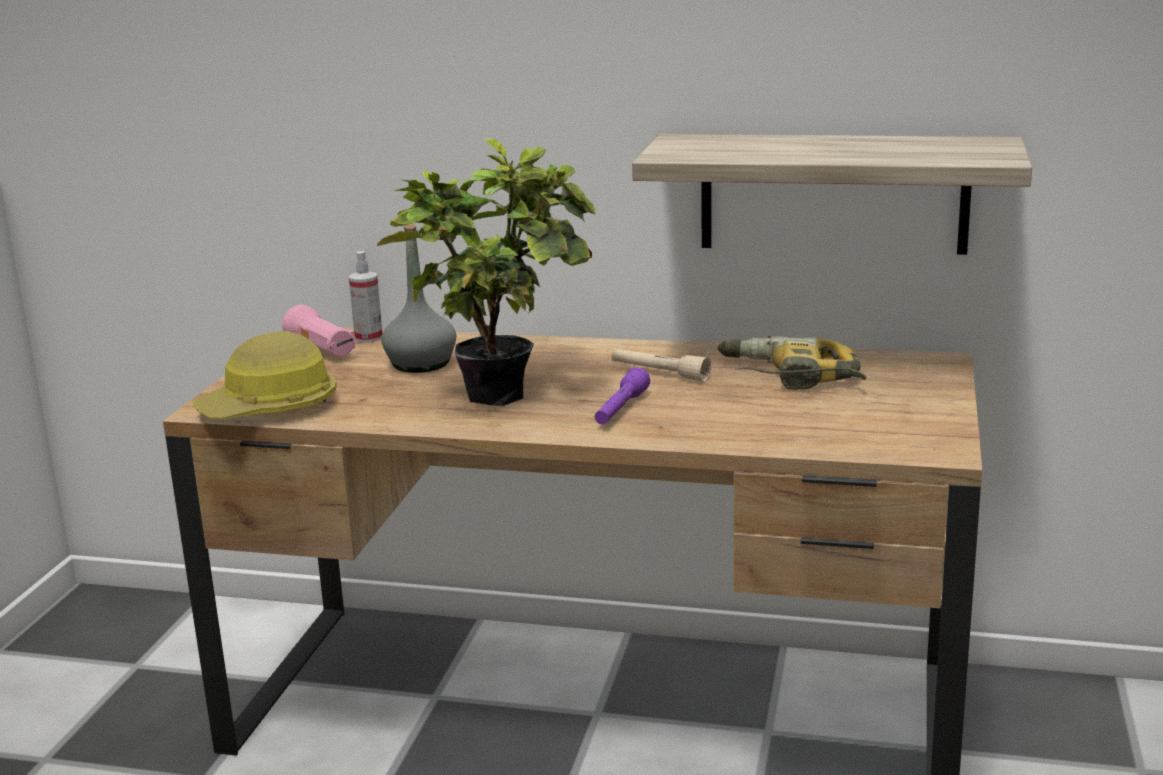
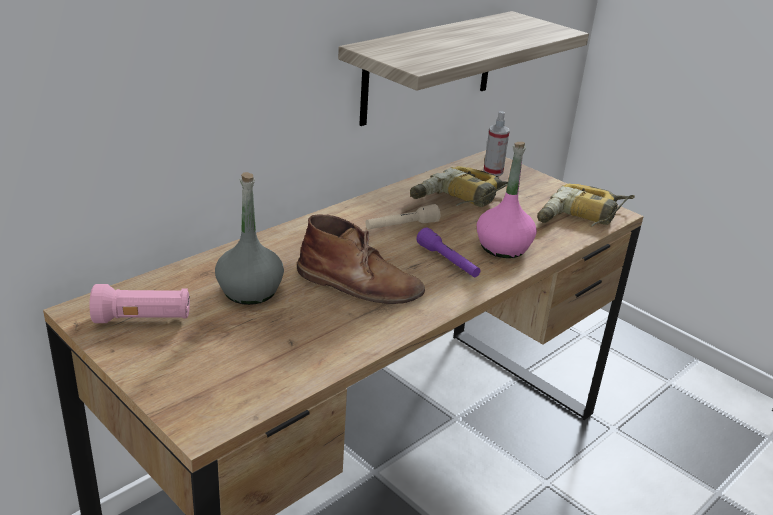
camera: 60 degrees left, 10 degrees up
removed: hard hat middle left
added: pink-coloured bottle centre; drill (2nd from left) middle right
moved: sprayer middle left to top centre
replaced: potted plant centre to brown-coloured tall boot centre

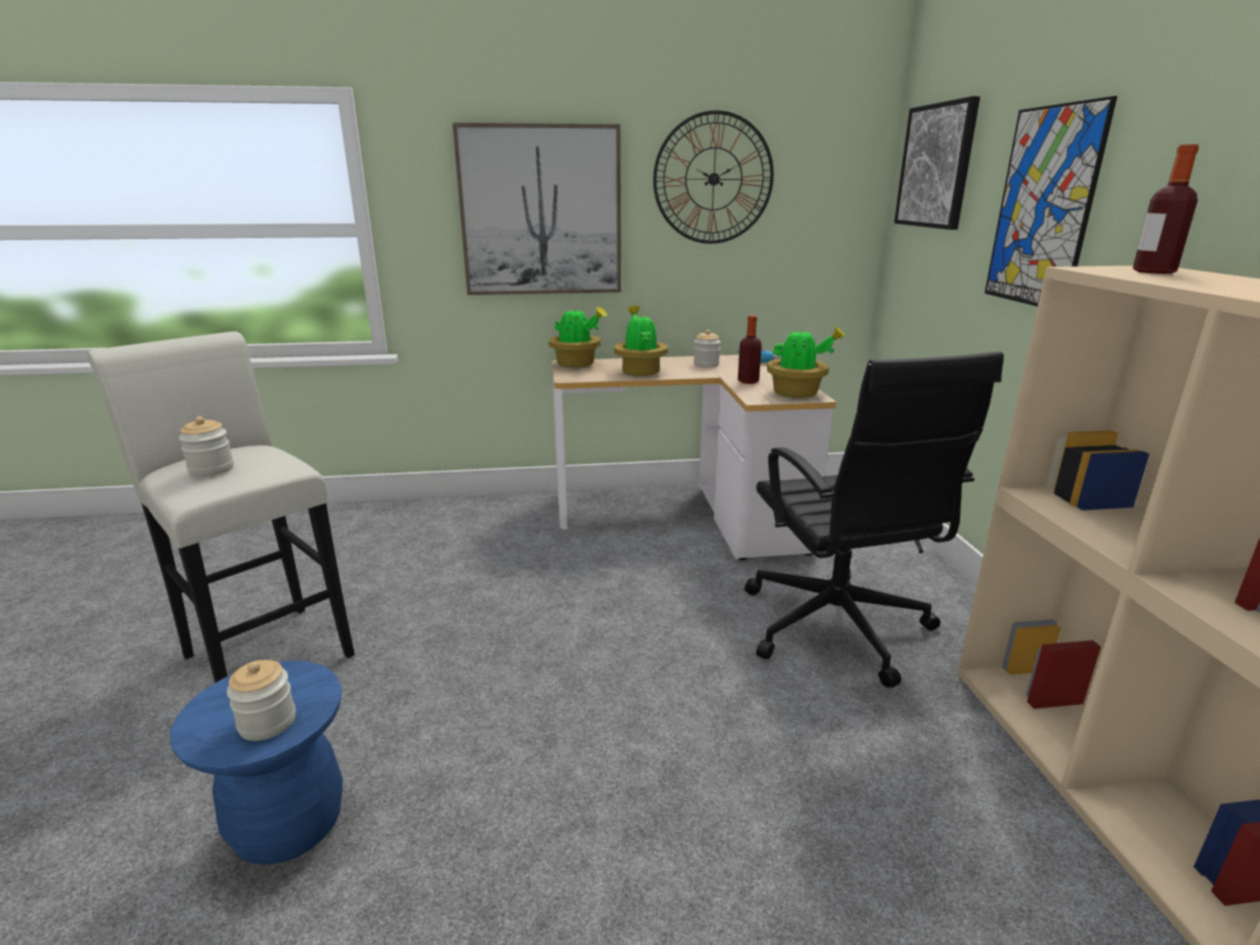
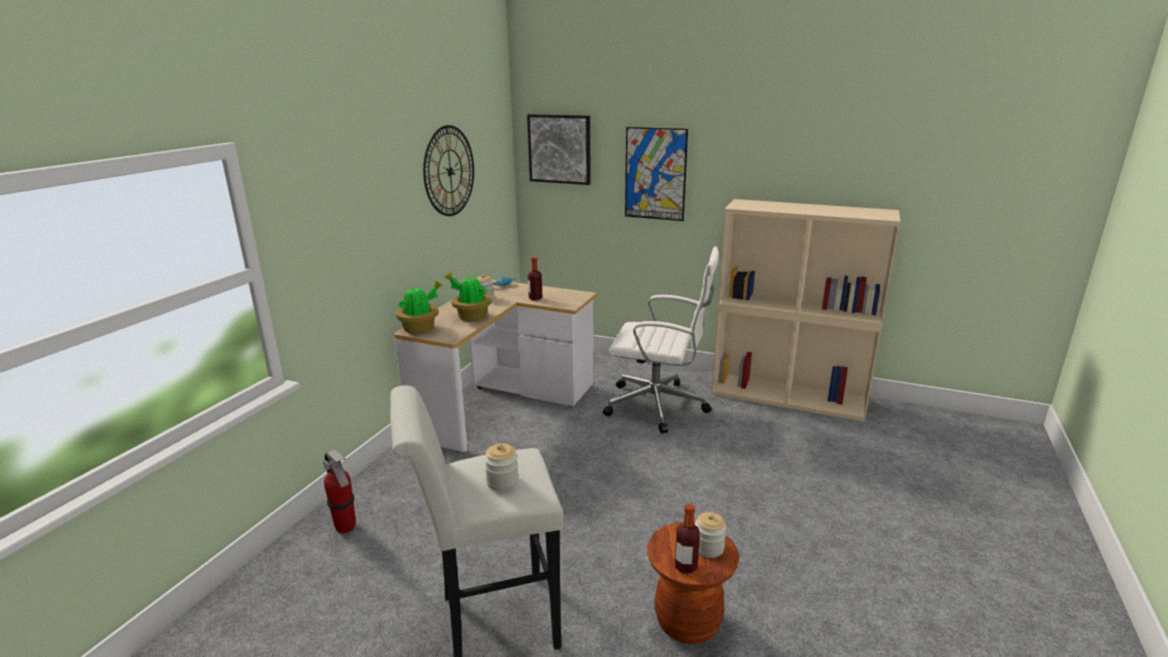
camera: 60 degrees left, 0 degrees up
removed: picture (1st from left) top centre; potted plant (3rd from left) centre
added: fire extinguisher bottom left
moved: bottle (2nd from left) top right to bottom centre
recoloured: blue sitting stool bottom left to brown-coloured sitting stool bottom centre; black-coloured computer chair middle right to white computer chair centre

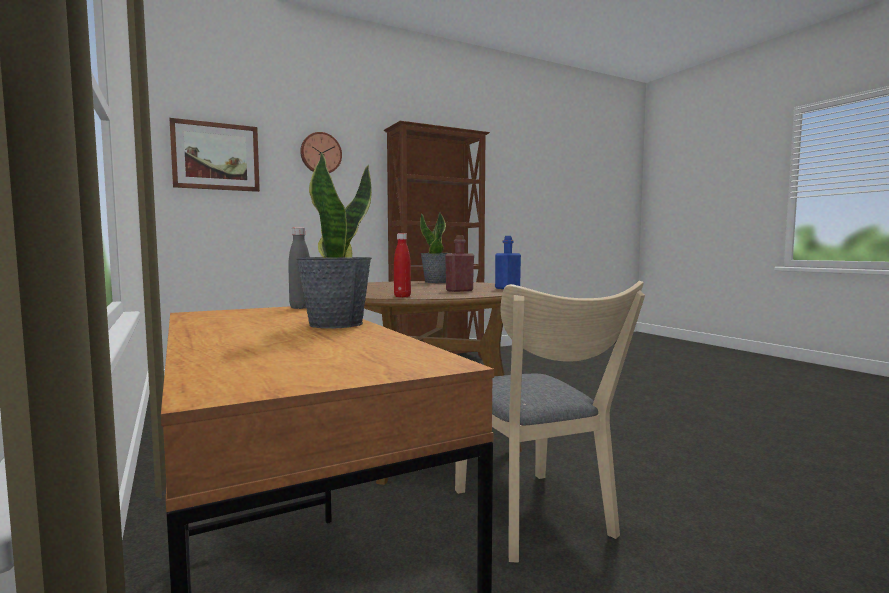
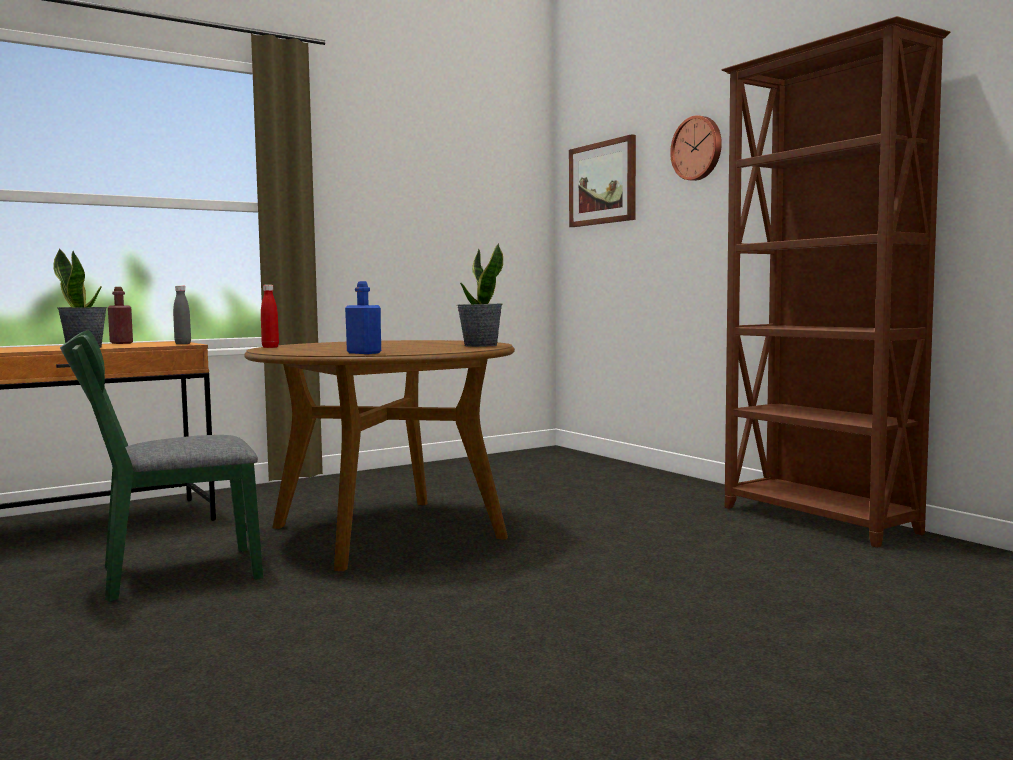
camera: 85 degrees right, 0 degrees up
moved: red-coloured bottle (2nd from left in the first image) centre to red-coloured bottle (1st from left) middle left
recoloured: beige plain chair bottom centre to green-coloured plain chair middle left

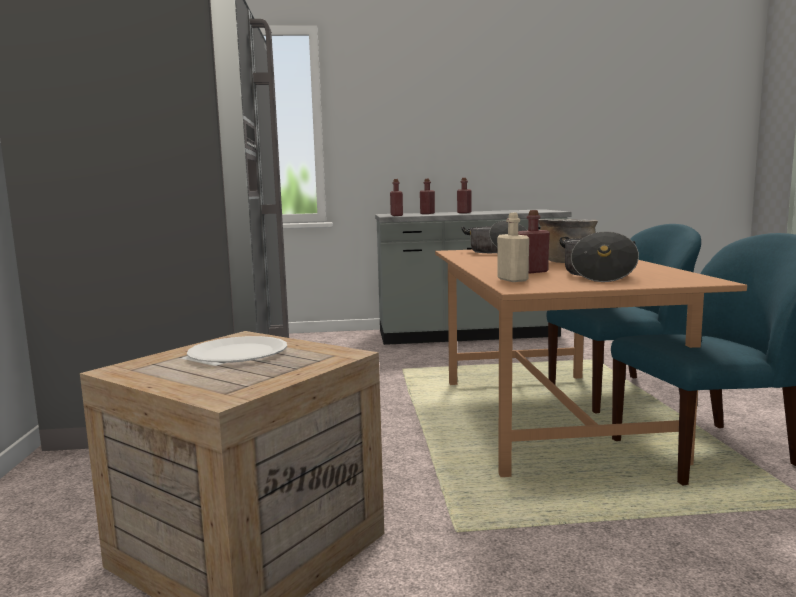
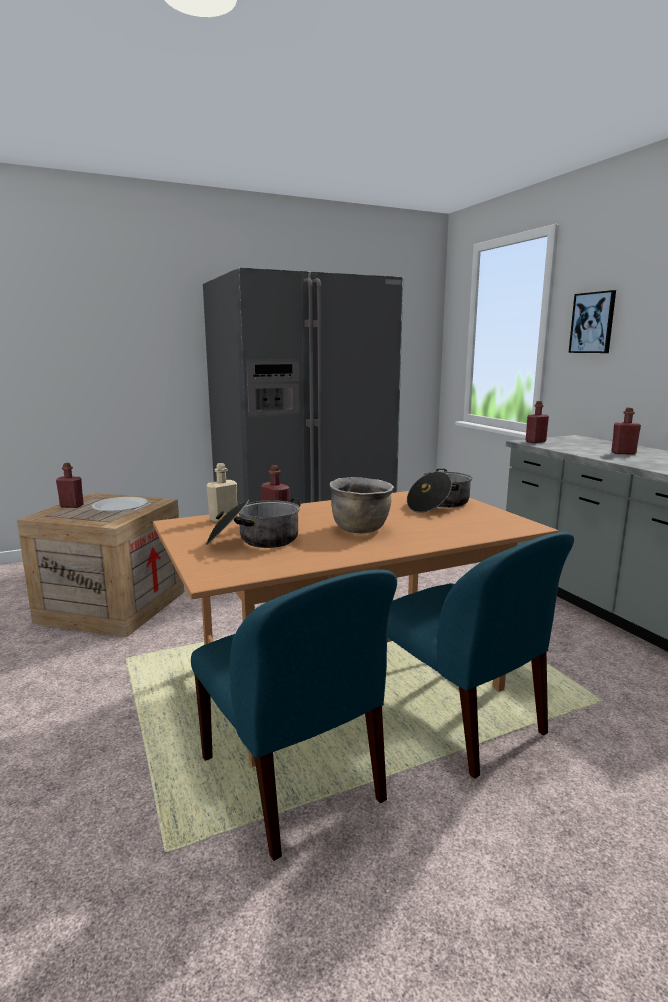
camera: 70 degrees right, 5 degrees up
added: picture top right
moved: red-coloured bottle (2nd from left in the first image) top centre to red-coloured bottle (1st from left) middle left

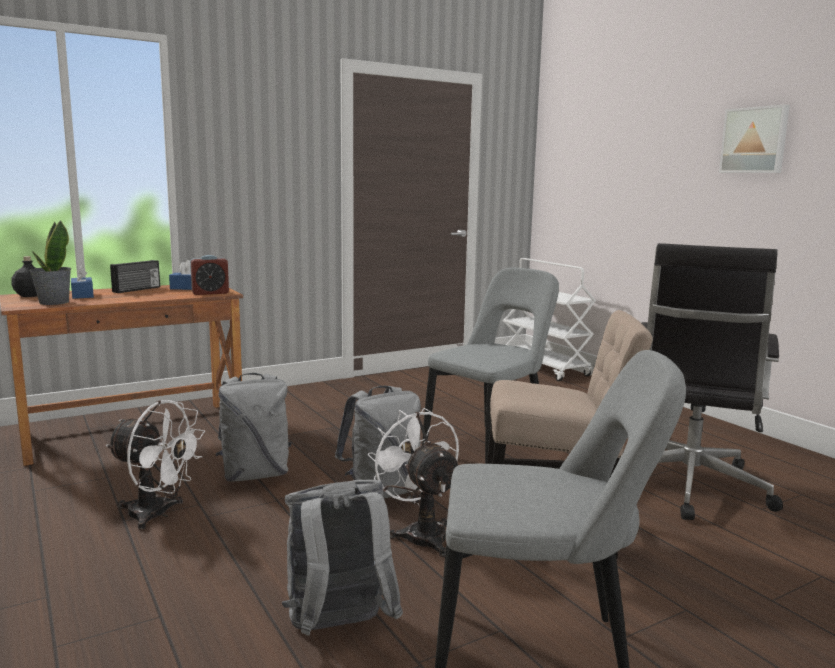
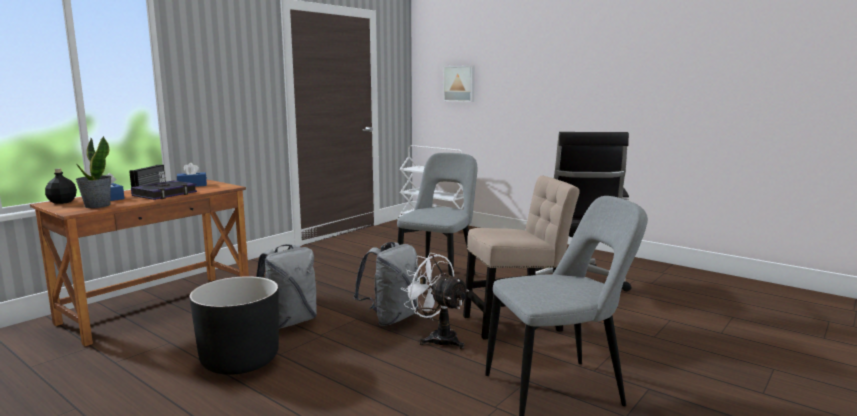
camera: 20 degrees left, 0 degrees up
removed: bedside clock middle left; greyish backpack (2nd from left) bottom centre
added: book middle left
moved: picture top right to top centre
replaced: white fan (1st from left) bottom left to black-coloured planter bottom left

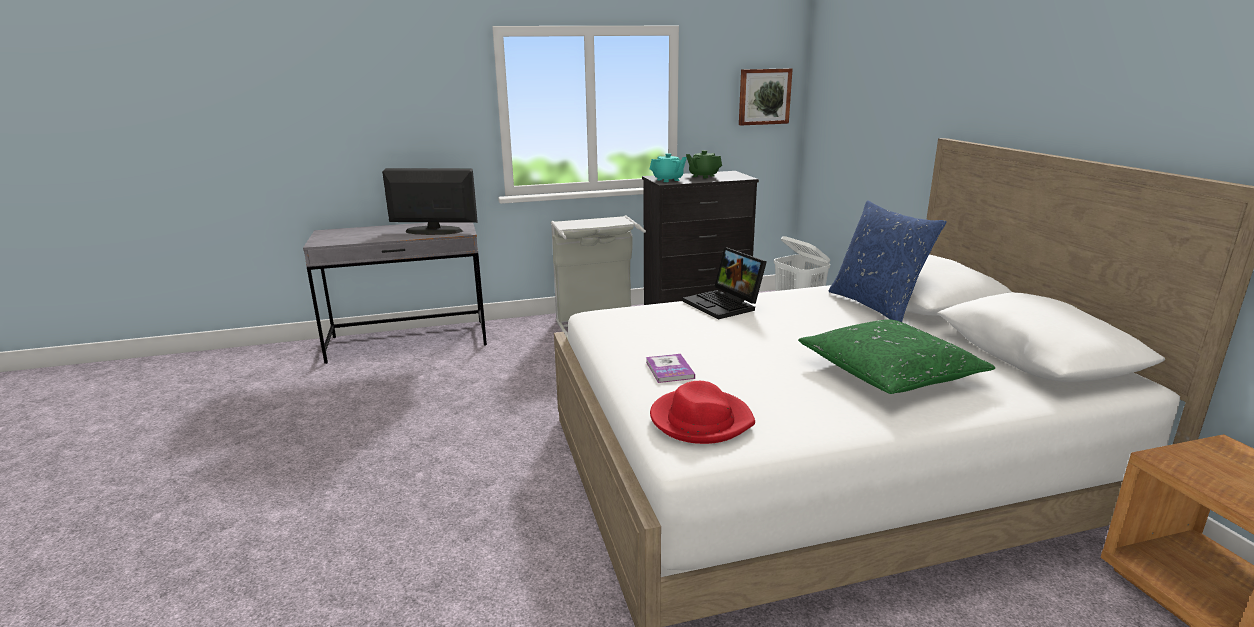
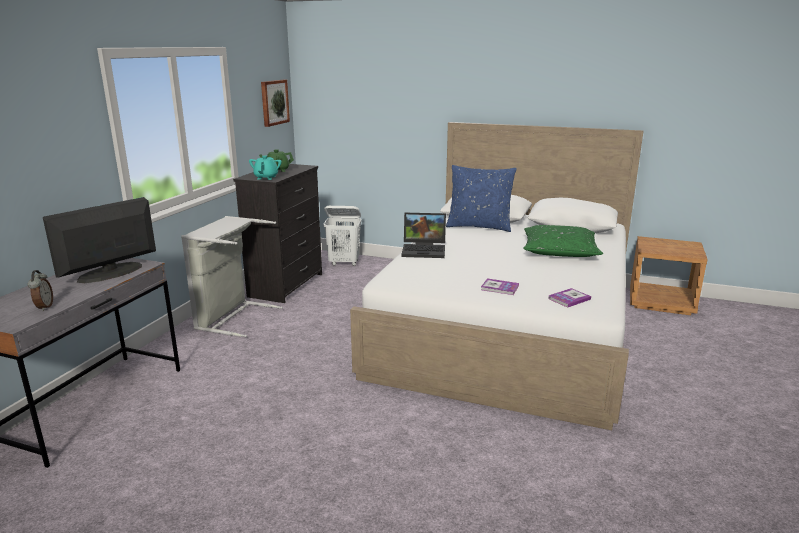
camera: 55 degrees left, 0 degrees up
added: bedside clock middle left
replaced: red-coloured clothing hat centre to book (2nd from left) middle right

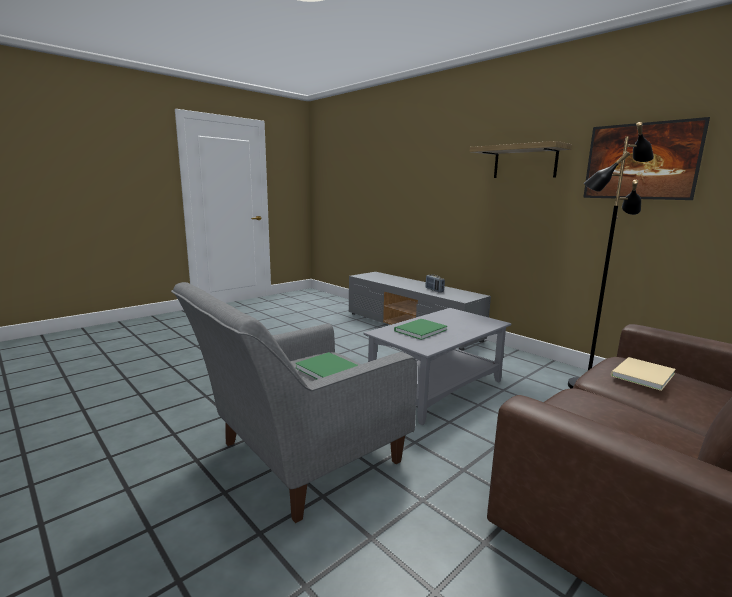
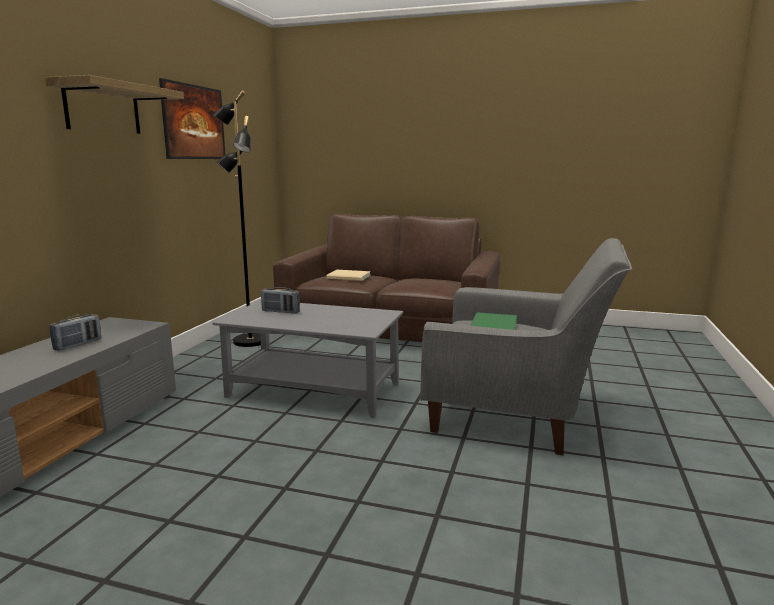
camera: 120 degrees left, 0 degrees up
removed: green-coloured book (2nd from left) centre
added: radio (2nd from left) centre

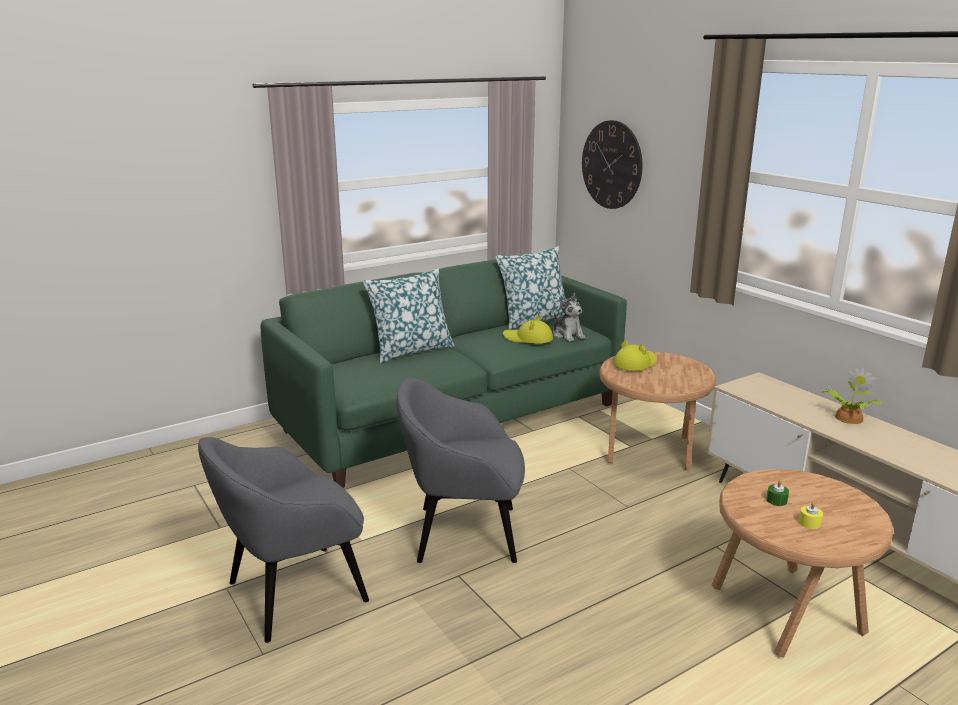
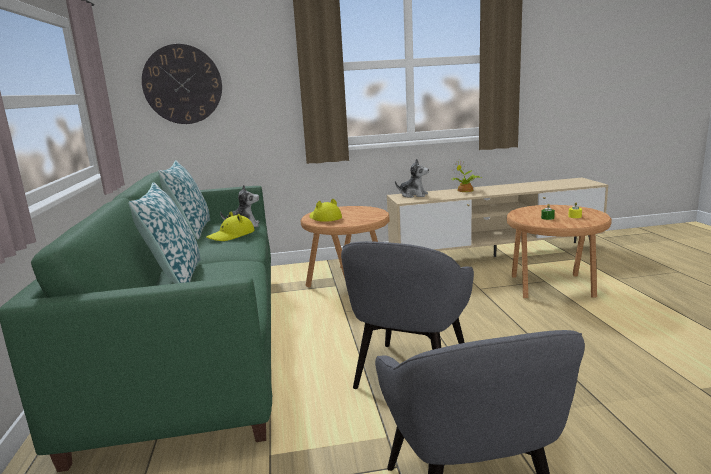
camera: 65 degrees left, 5 degrees down
added: cuddly toy (2nd from left) centre

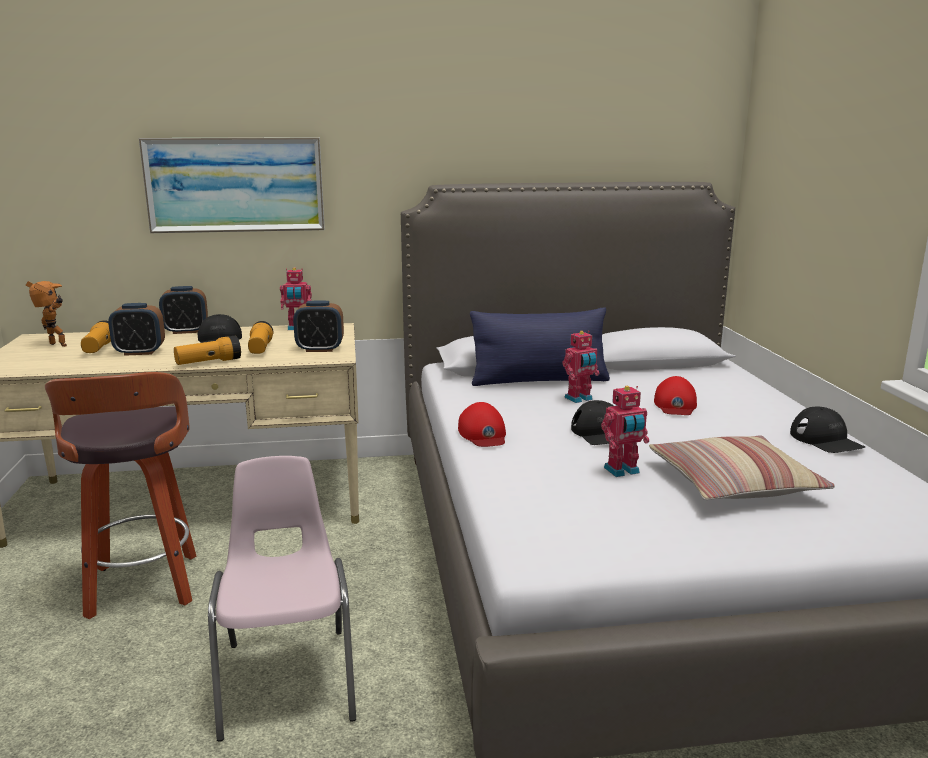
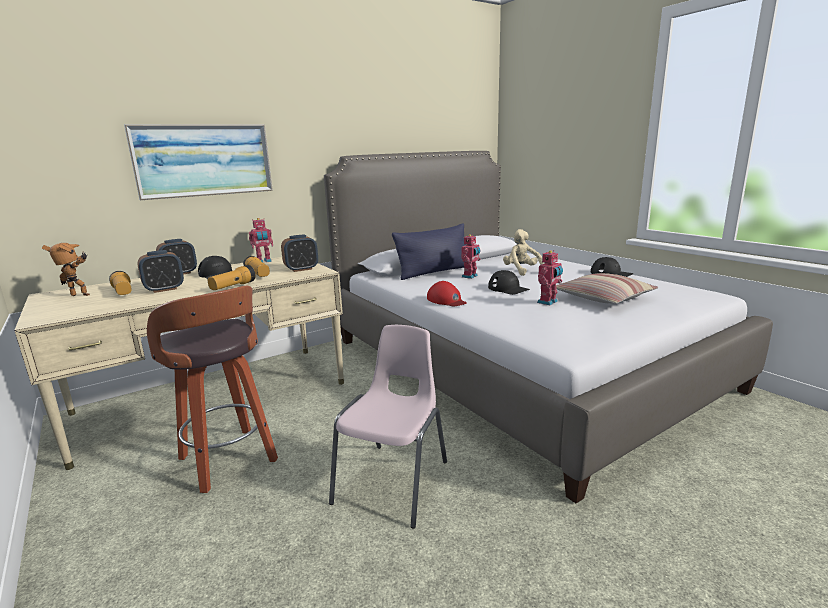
camera: 25 degrees left, 0 degrees up
replaced: red-coloured cap (2nd from left) middle right to beige cuddly toy centre
turned: pink-coloured plain chair bottom left = bottom centre 60 degrees clockwise

